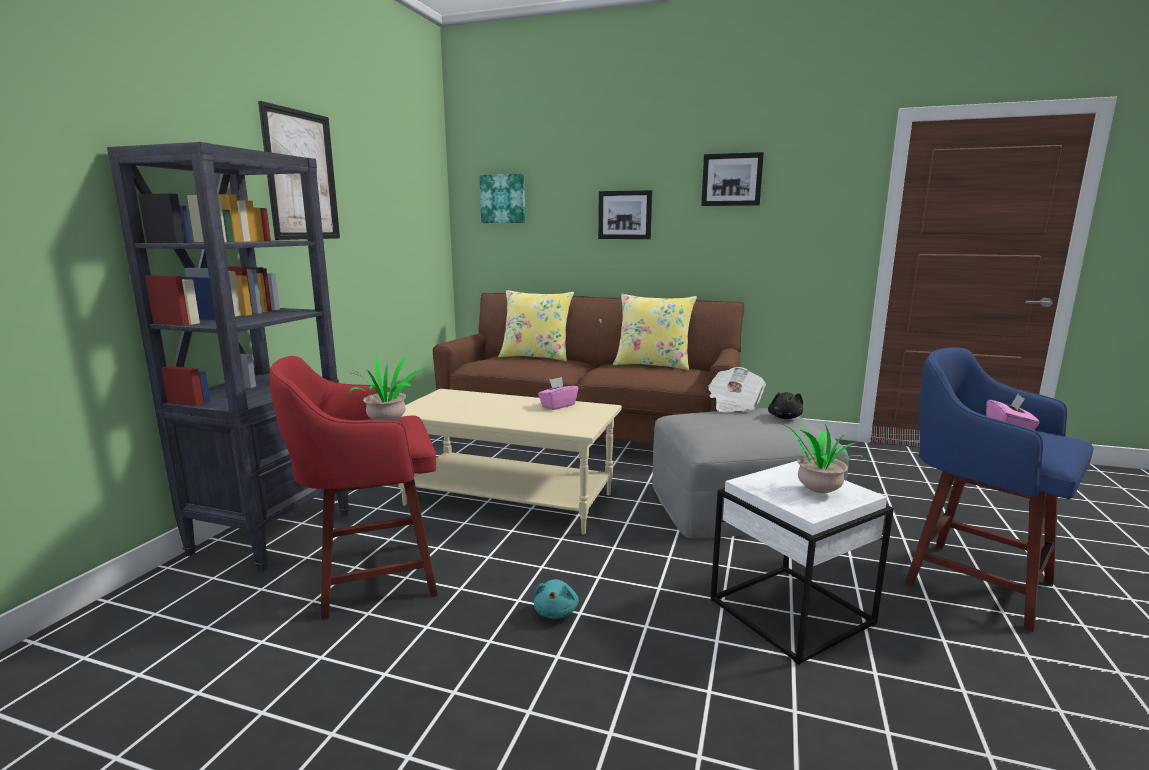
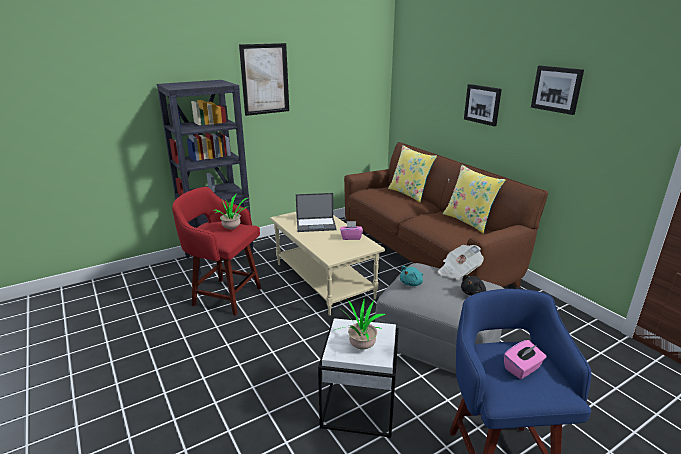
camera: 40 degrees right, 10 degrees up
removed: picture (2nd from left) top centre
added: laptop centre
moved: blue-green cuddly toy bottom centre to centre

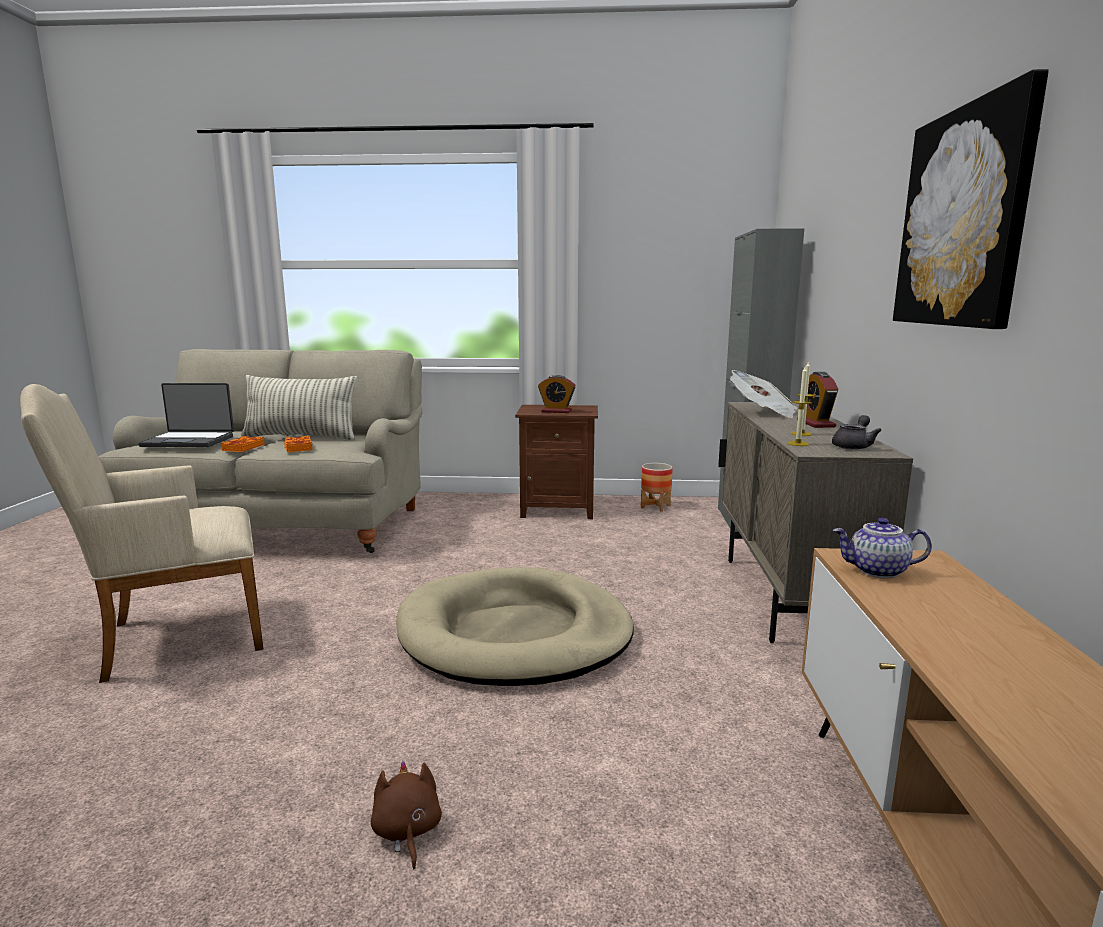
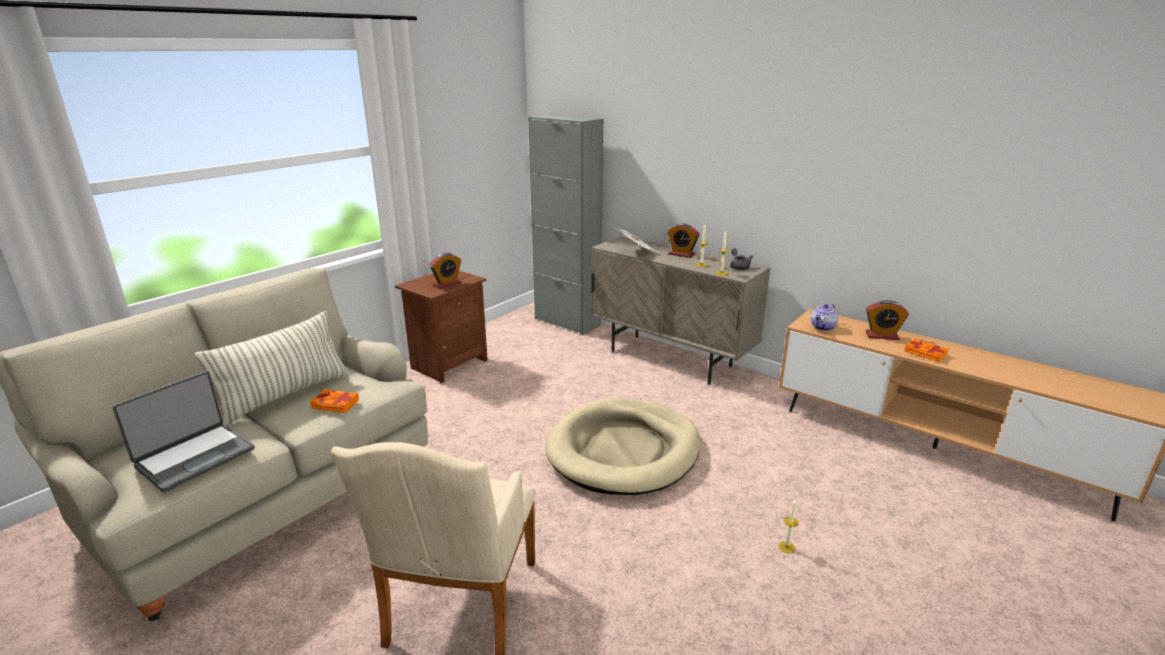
camera: 55 degrees left, 10 degrees up
removed: planter centre; picture top right
added: bedside clock (3rd from left) middle right
moved: orange book (1st from left in the first image) middle left to orange book (2nd from left) middle right
replaced: brown-coloured cuddly toy bottom centre to wax candle (3rd from left) bottom right

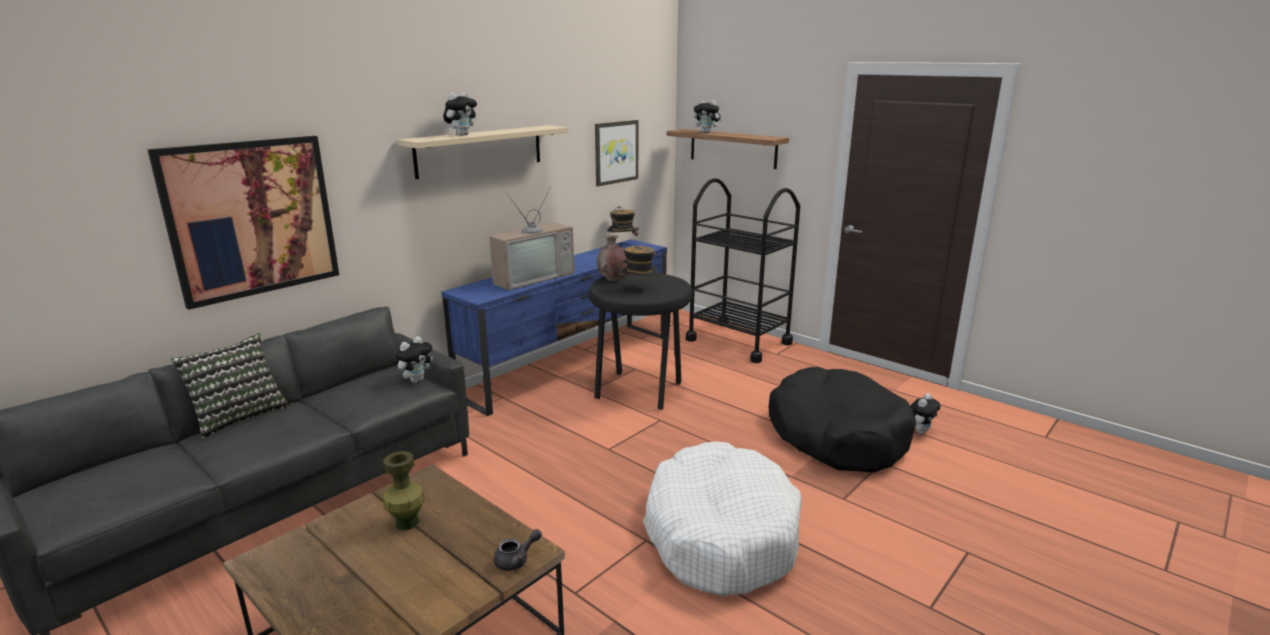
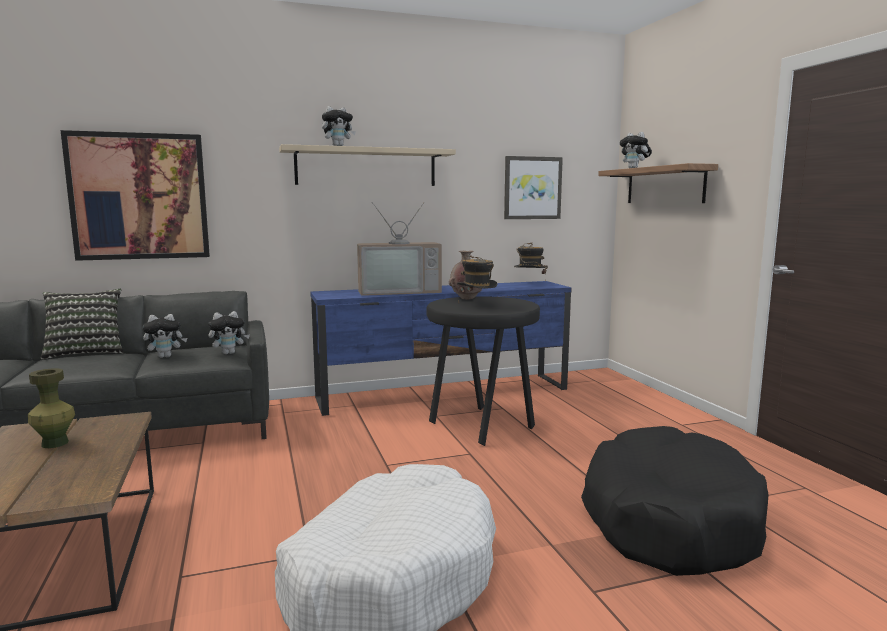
camera: 30 degrees right, 10 degrees down
removed: greyish tea pot bottom centre; black-coloured wheeled cart centre
moved: cuddly toy (4th from left in the first image) middle right to cuddly toy (1st from left) middle left

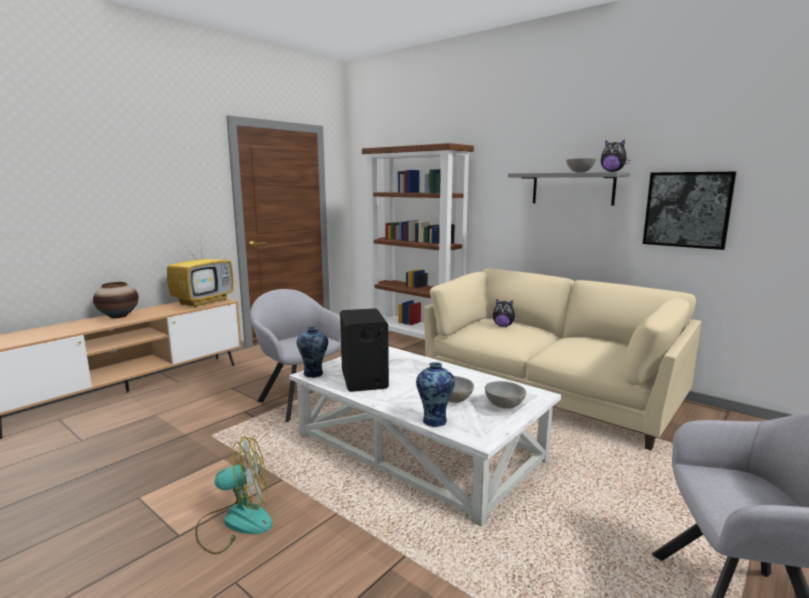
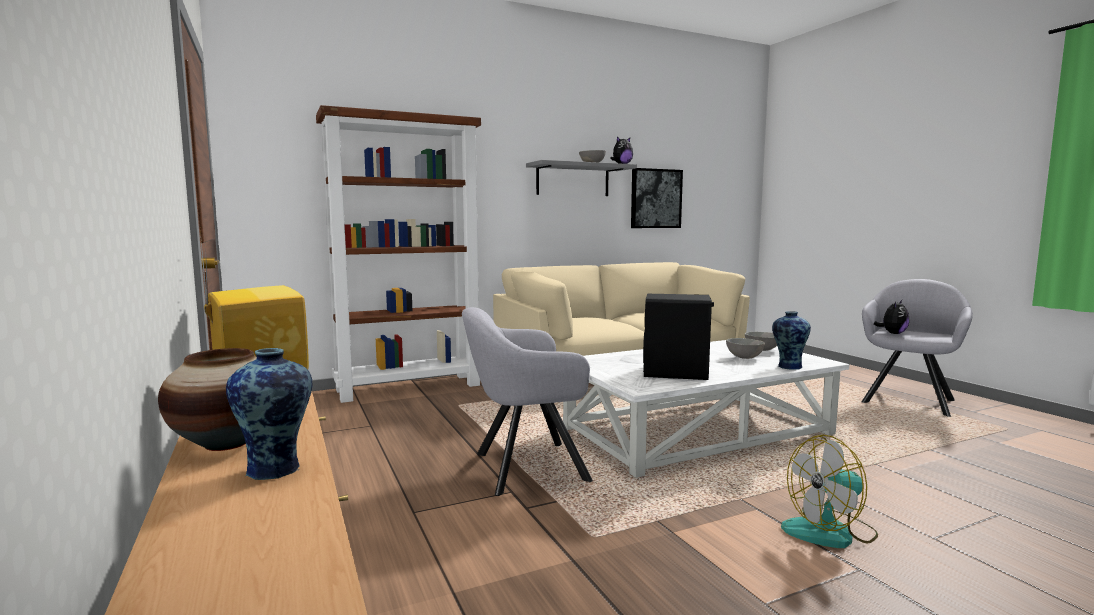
camera: 65 degrees left, 5 degrees down
moved: vase (2nd from left) centre to bottom left; cuddly toy (1st from left in the first image) centre to cuddly toy (2nd from left) middle right
turned: fan bottom left = bottom right 120 degrees counterclockwise

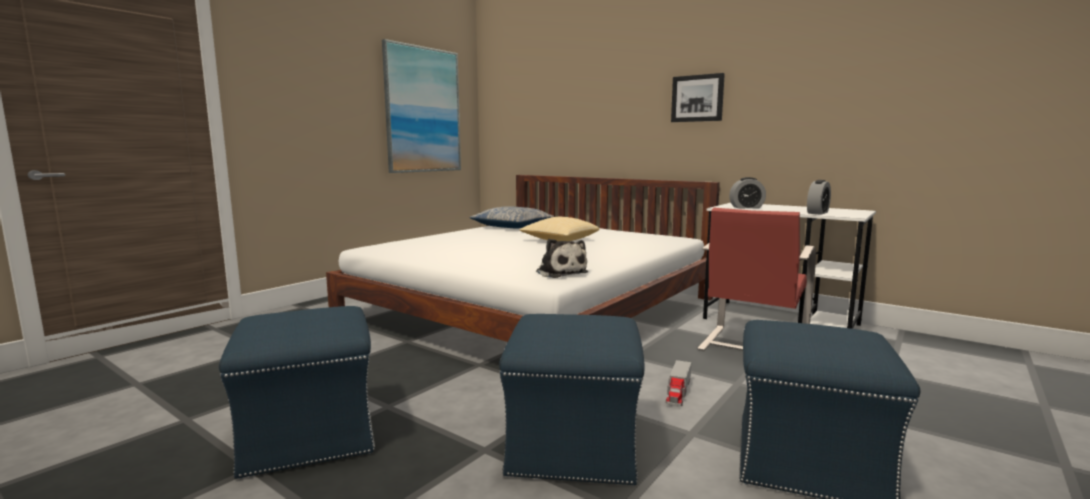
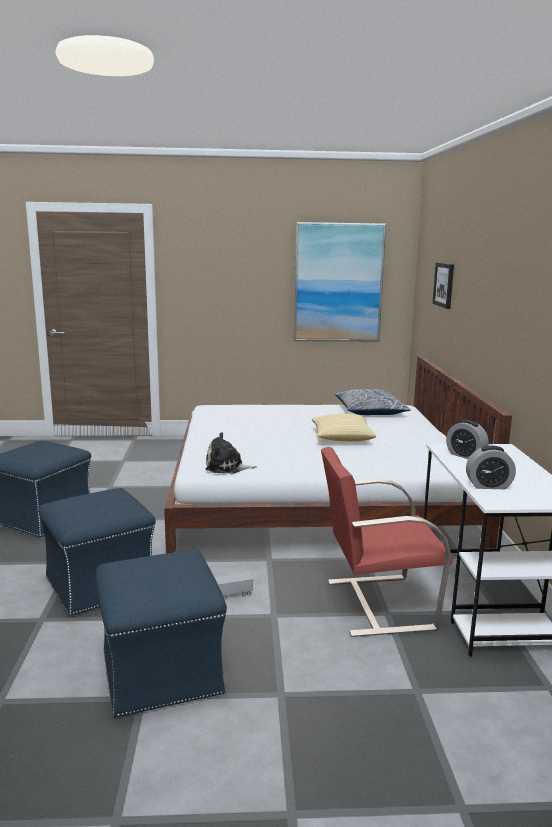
camera: 50 degrees right, 5 degrees up
moved: picture (2nd from left) top centre to middle right
turned: cuddly toy centre = centre 75 degrees clockwise

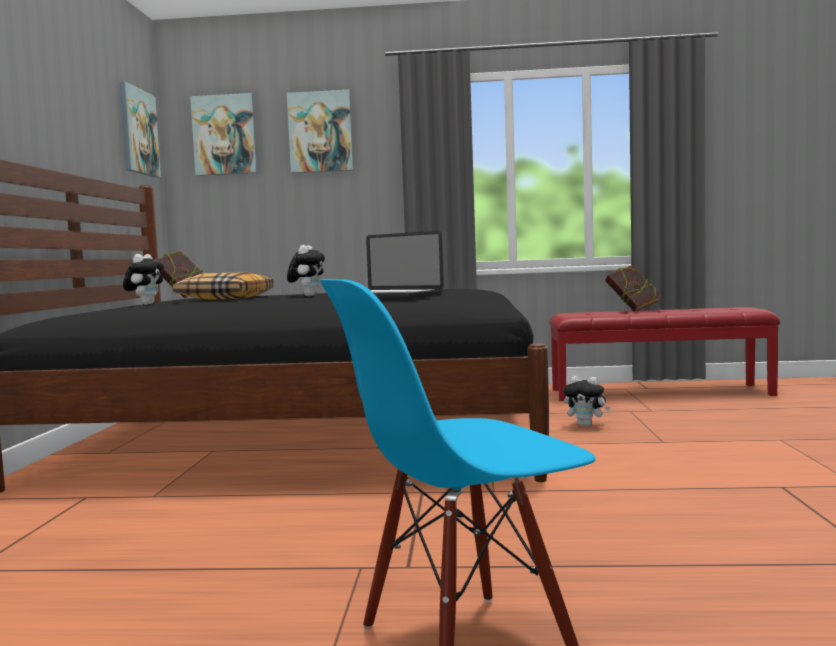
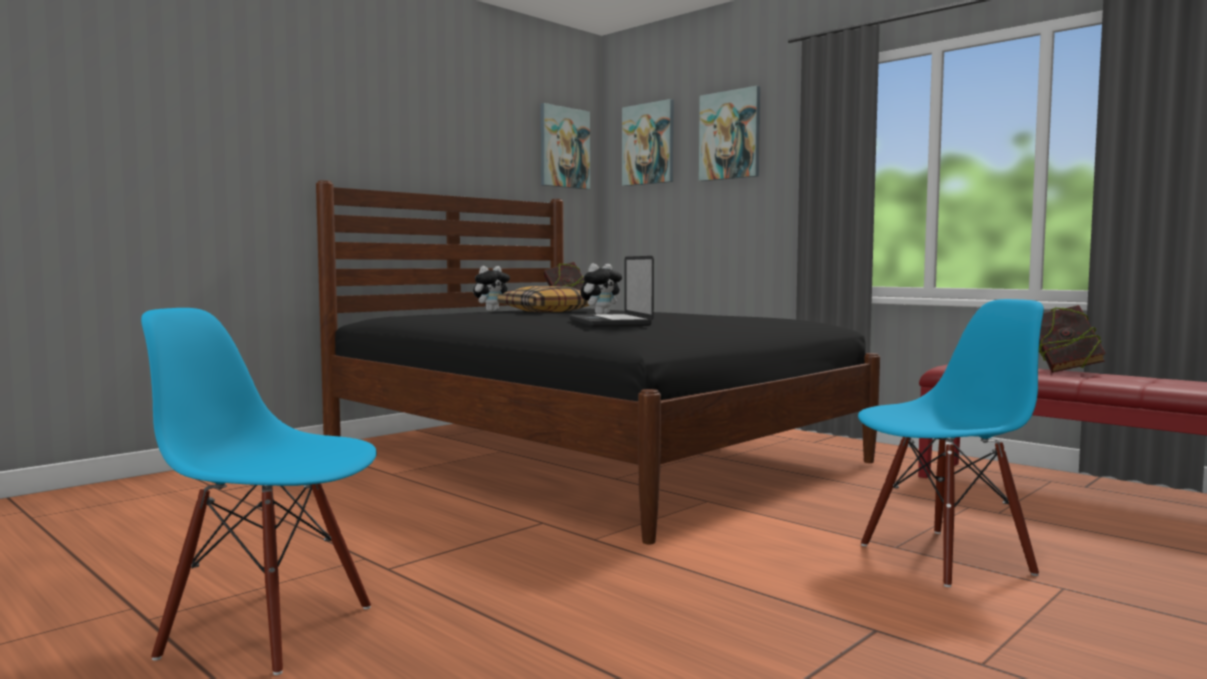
camera: 40 degrees right, 0 degrees up
removed: cuddly toy (3rd from left) middle right
added: blue plain chair (2nd from left) middle right

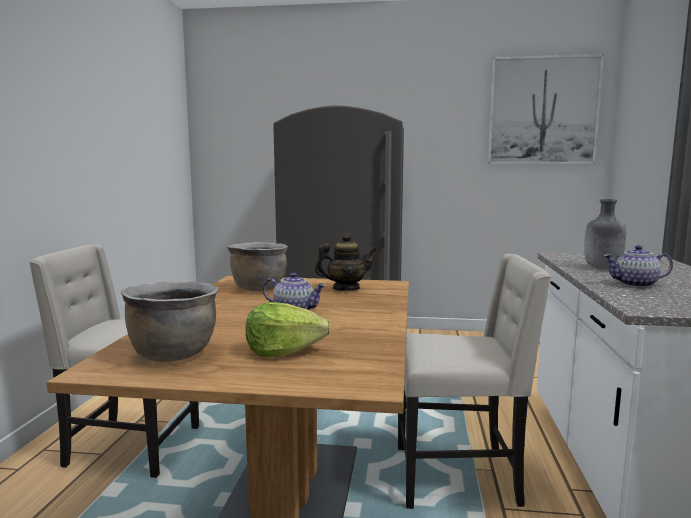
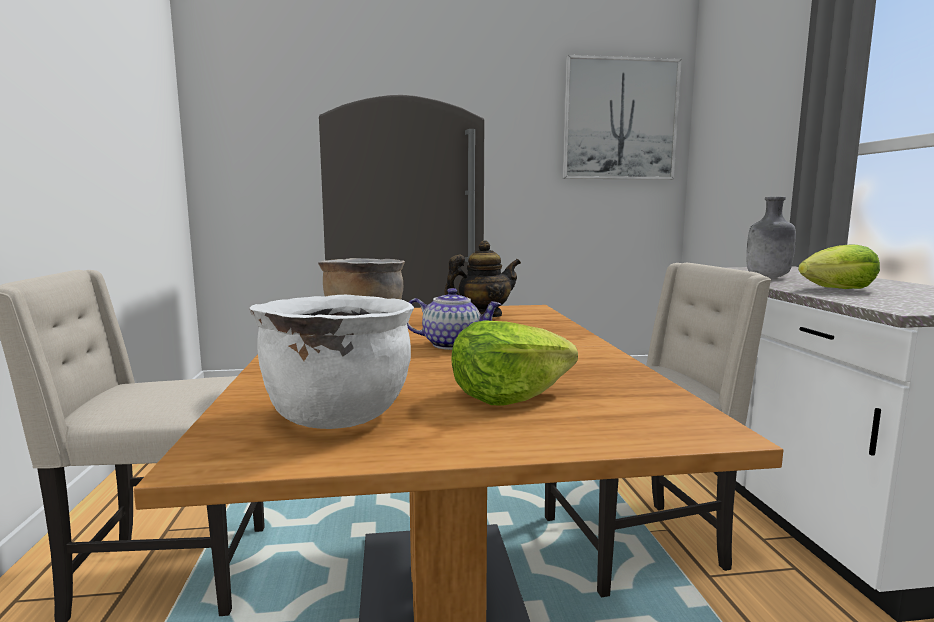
camera: 15 degrees left, 0 degrees up
replaced: tea pot (3rd from left) middle right to head of lettuce (2nd from left) middle right
recoloured: brown-coloured stockpot (1st from left) middle left to white stockpot centre

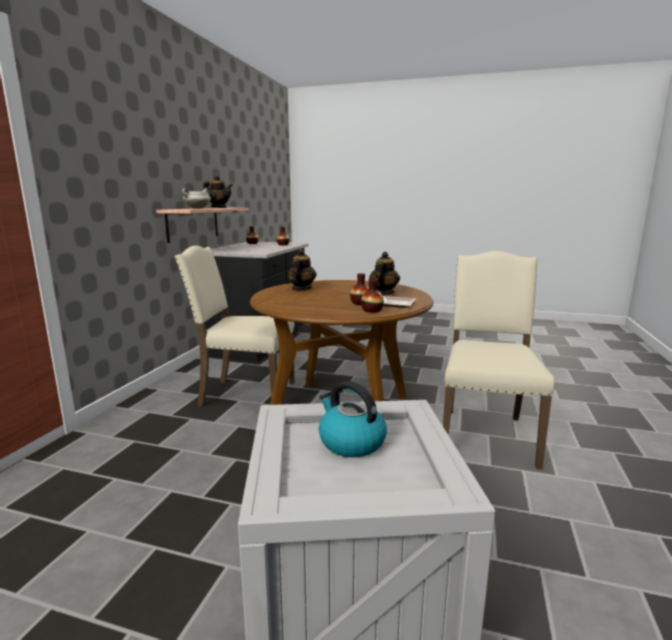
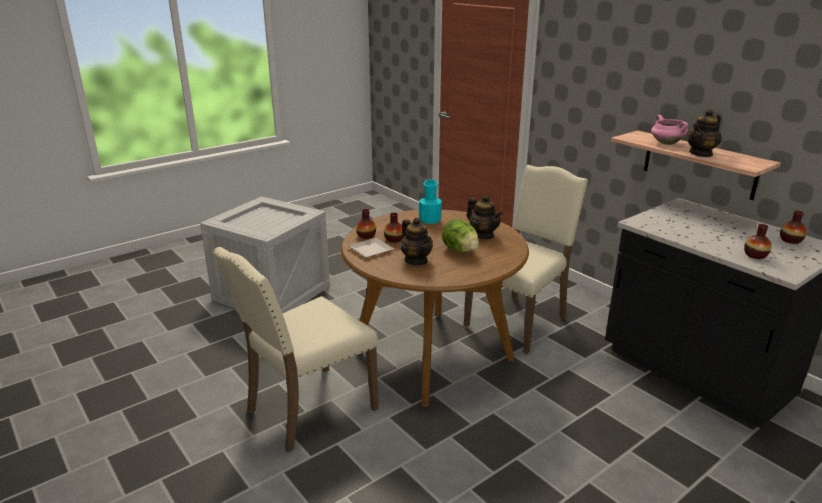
camera: 125 degrees right, 10 degrees up
removed: tea kettle centre
added: blue-green bottle centre; head of lettuce centre
recoloured: white stockpot top left to pink-coloured stockpot top right
turned: beige plain chair (2nd from left in the first image) middle right = bottom centre 90 degrees clockwise

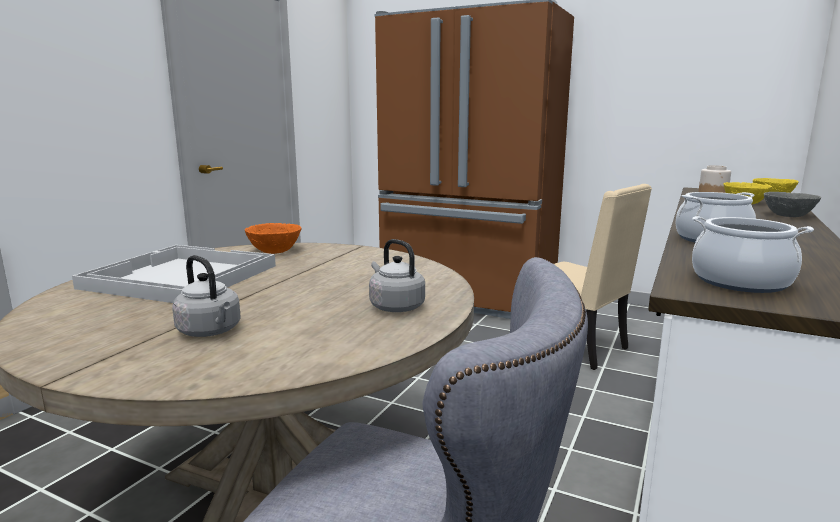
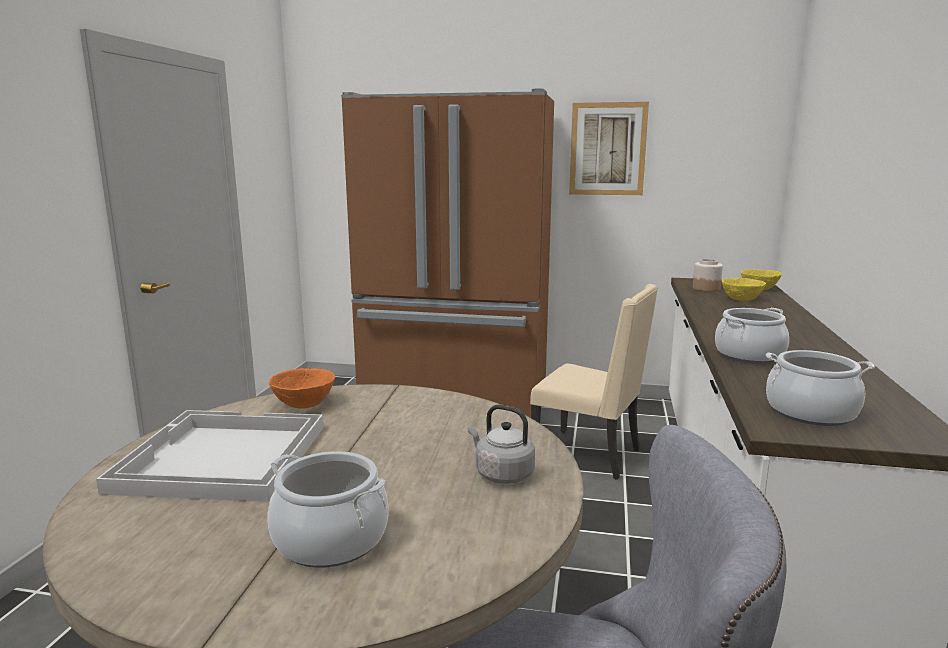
camera: 15 degrees left, 0 degrees up
removed: greyish deep dish middle right
added: picture top centre
replaced: greyish tea kettle (1st from left) middle left to stockpot (1st from left) bottom centre

